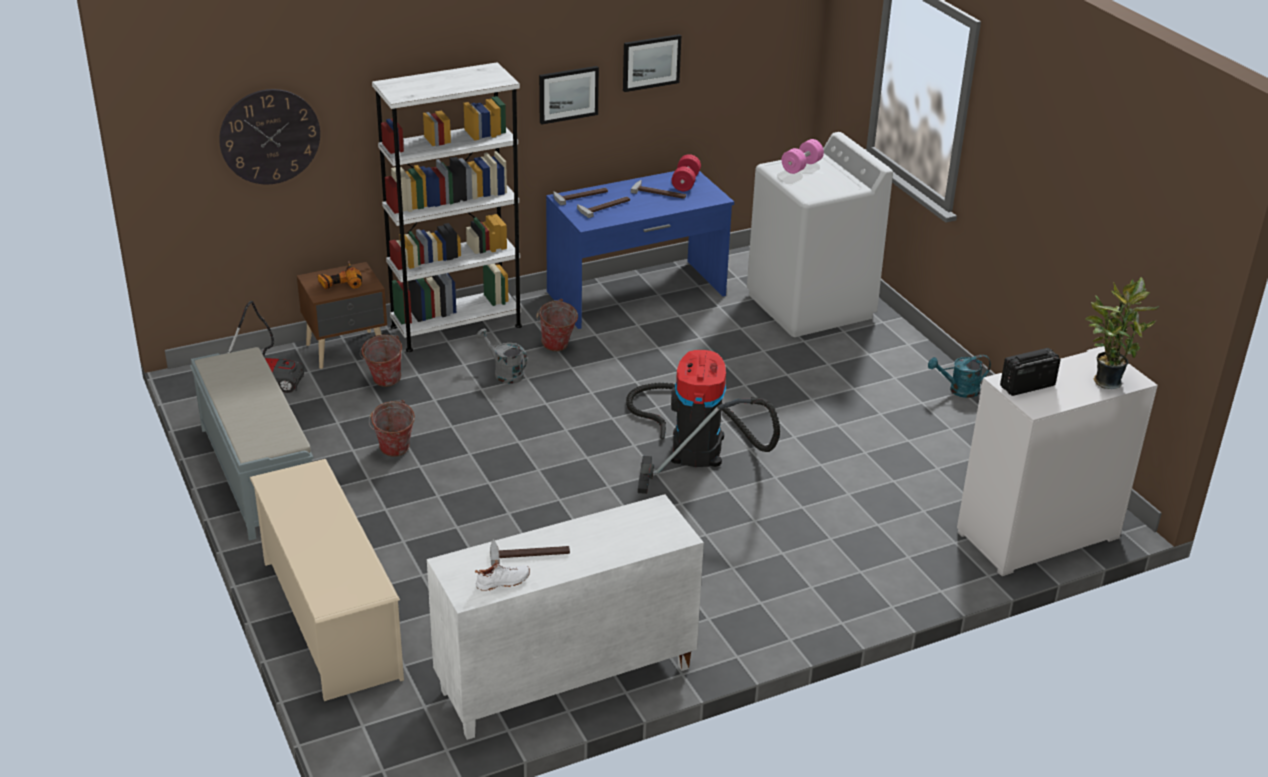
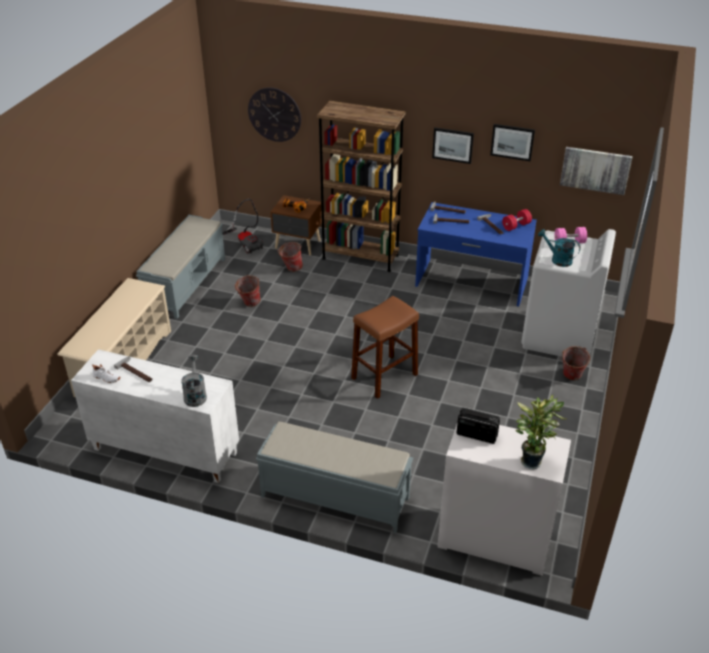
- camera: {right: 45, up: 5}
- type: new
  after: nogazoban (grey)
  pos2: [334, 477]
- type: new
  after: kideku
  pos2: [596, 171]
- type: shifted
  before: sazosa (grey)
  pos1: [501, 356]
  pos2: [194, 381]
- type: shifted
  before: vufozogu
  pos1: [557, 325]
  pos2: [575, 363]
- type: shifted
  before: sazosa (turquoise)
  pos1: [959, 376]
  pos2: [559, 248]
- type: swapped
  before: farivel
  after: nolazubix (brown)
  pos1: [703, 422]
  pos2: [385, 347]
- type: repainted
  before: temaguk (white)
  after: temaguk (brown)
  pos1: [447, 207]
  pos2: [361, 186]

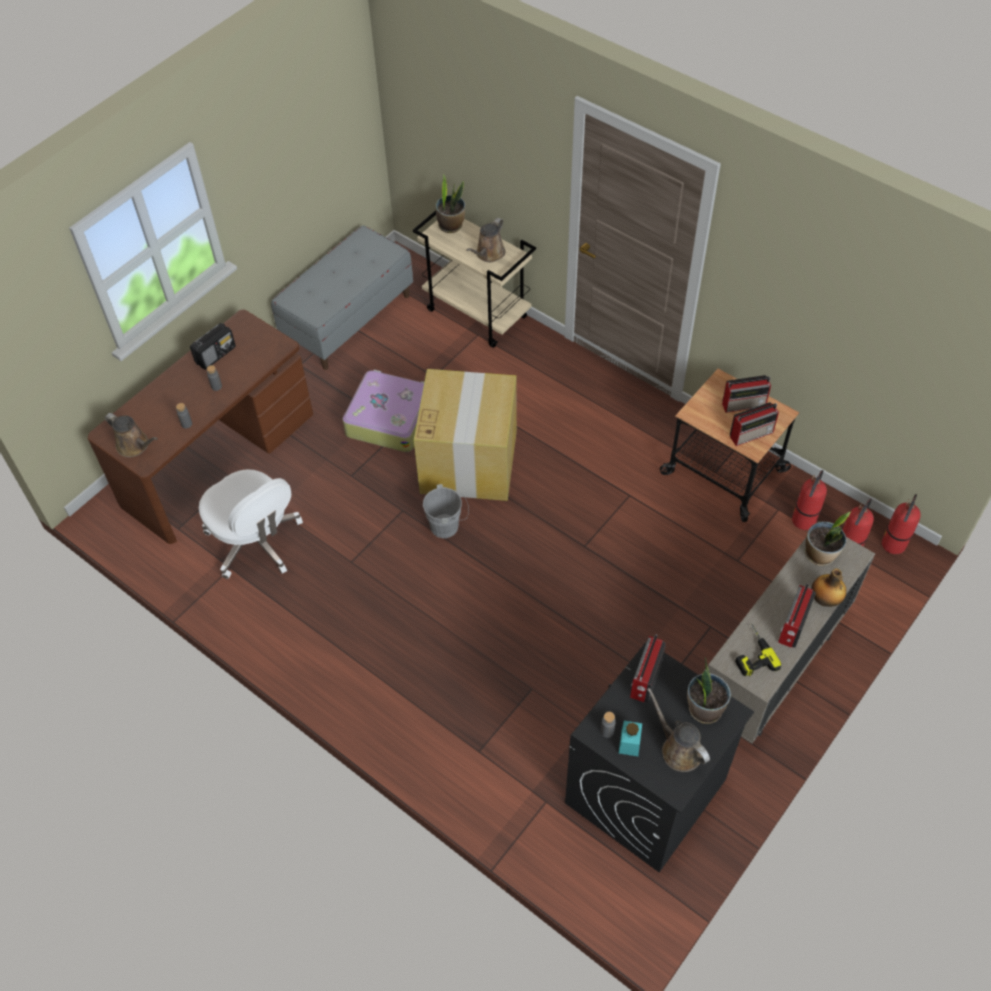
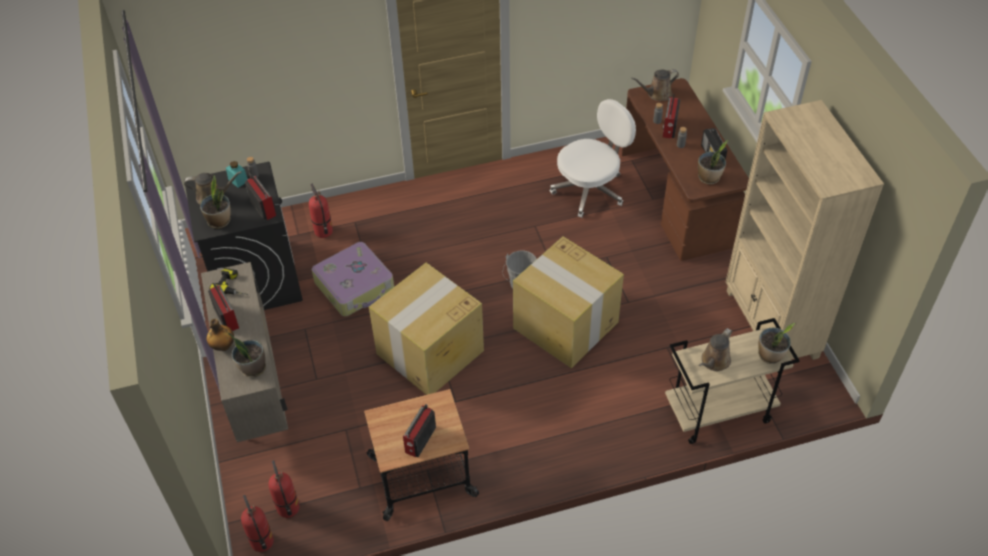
- camera: {right: 125, up: -5}
- type: new
  after: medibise
  pos2: [426, 329]
- type: new
  after: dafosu
  pos2: [713, 162]
- type: shifted
  before: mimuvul
  pos1: [383, 411]
  pos2: [353, 279]
- type: shifted
  before: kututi
  pos1: [754, 424]
  pos2: [671, 116]
- type: shifted
  before: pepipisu
  pos1: [809, 500]
  pos2: [321, 211]
- type: swapped
  before: nogazoban (grey)
  after: temaguk (beige)
  pos1: [342, 297]
  pos2: [805, 230]
- type: rotated
  before: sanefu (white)
  pos1: [251, 524]
  pos2: [593, 158]
  turn: 150
- type: rotated
  before: sazosa (brown)
  pos1: [485, 240]
  pos2: [715, 349]
  turn: -120

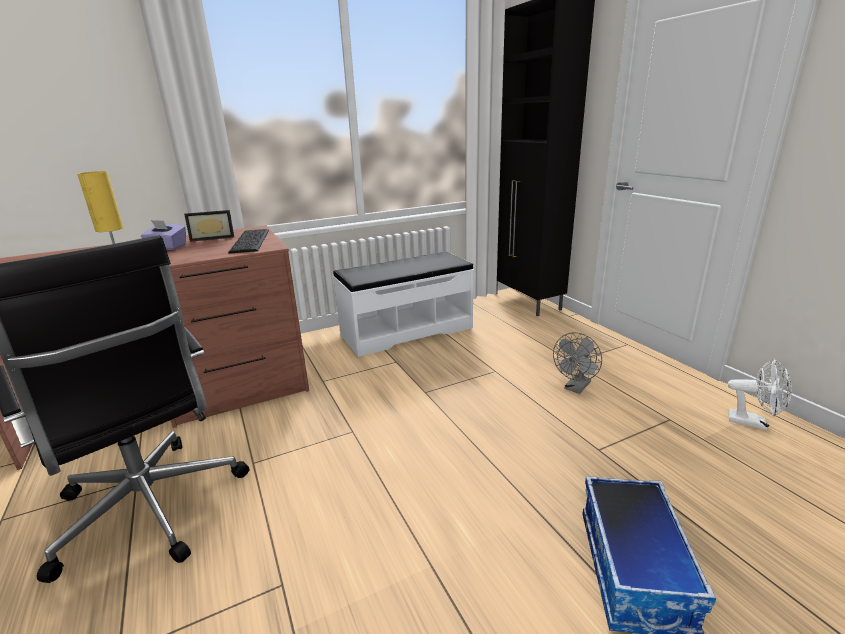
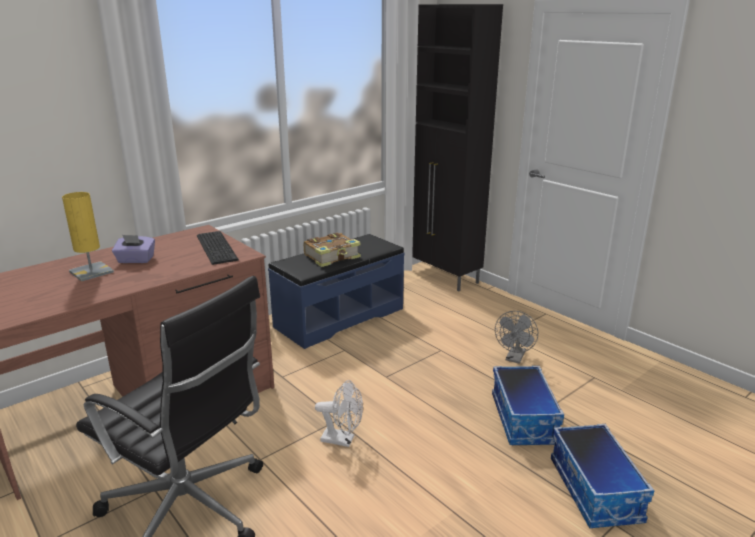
- camera: {right: -15, up: 0}
- type: gone
  before: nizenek
  pos1: [209, 226]
- type: new
  after: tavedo
  pos2: [332, 250]
- type: new
  after: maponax
  pos2: [528, 405]
- type: shifted
  before: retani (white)
  pos1: [760, 394]
  pos2: [339, 413]
- type: repainted
  before: nogazoban (white)
  after: nogazoban (blue)
  pos1: [403, 304]
  pos2: [336, 291]

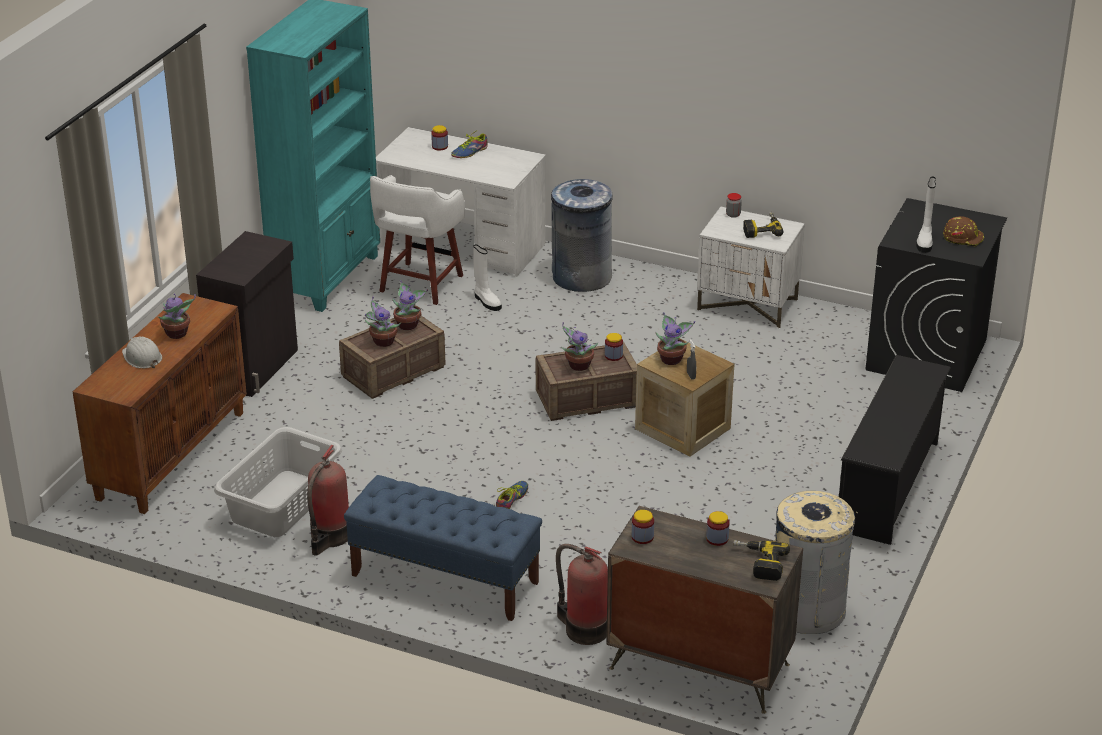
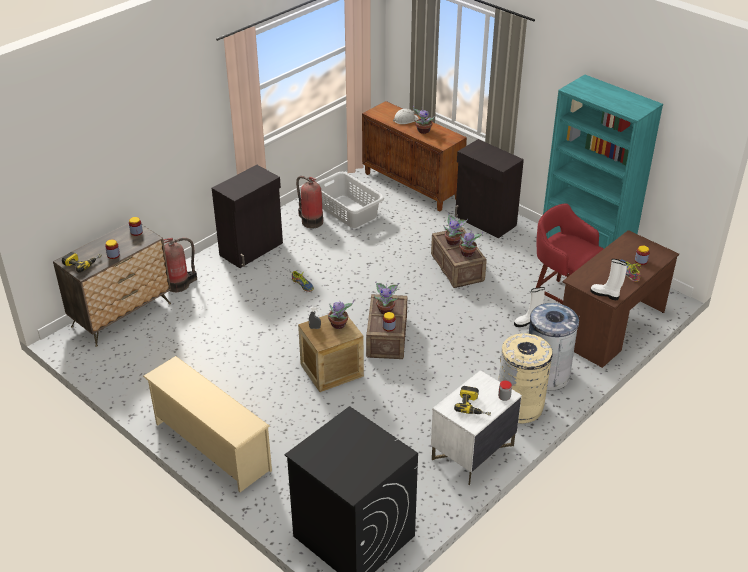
- camera: {right: 110, up: 5}
- type: gone
  before: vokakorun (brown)
  pos1: [963, 231]
- type: shifted
  before: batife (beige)
  pos1: [816, 562]
  pos2: [525, 378]
- type: shifted
  before: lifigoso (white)
  pos1: [926, 214]
  pos2: [608, 279]
- type: swapped
  before: nogazoban (blue)
  after: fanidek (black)
  pos1: [443, 548]
  pos2: [247, 216]
- type: repainted
  before: nolazubix (white)
  after: nolazubix (red)
  pos1: [417, 240]
  pos2: [570, 253]
- type: repainted
  before: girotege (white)
  after: girotege (brown)
  pos1: [461, 202]
  pos2: [620, 299]
- type: repainted
  before: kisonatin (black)
  after: kisonatin (beige)
  pos1: [895, 450]
  pos2: [207, 424]

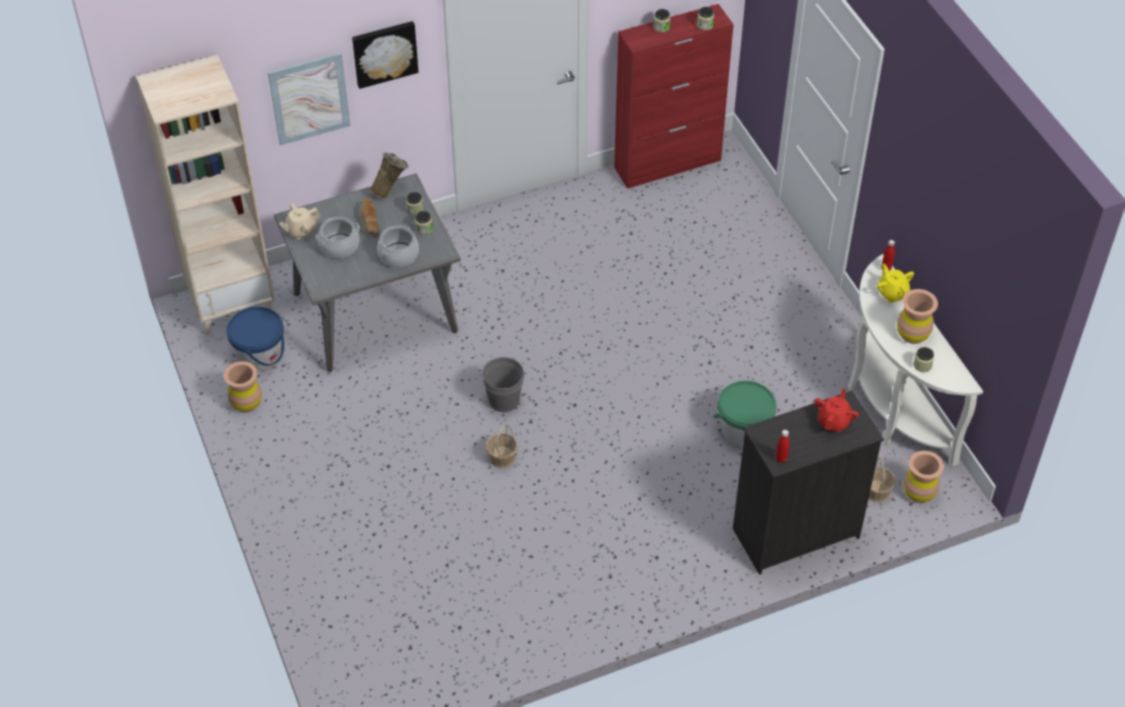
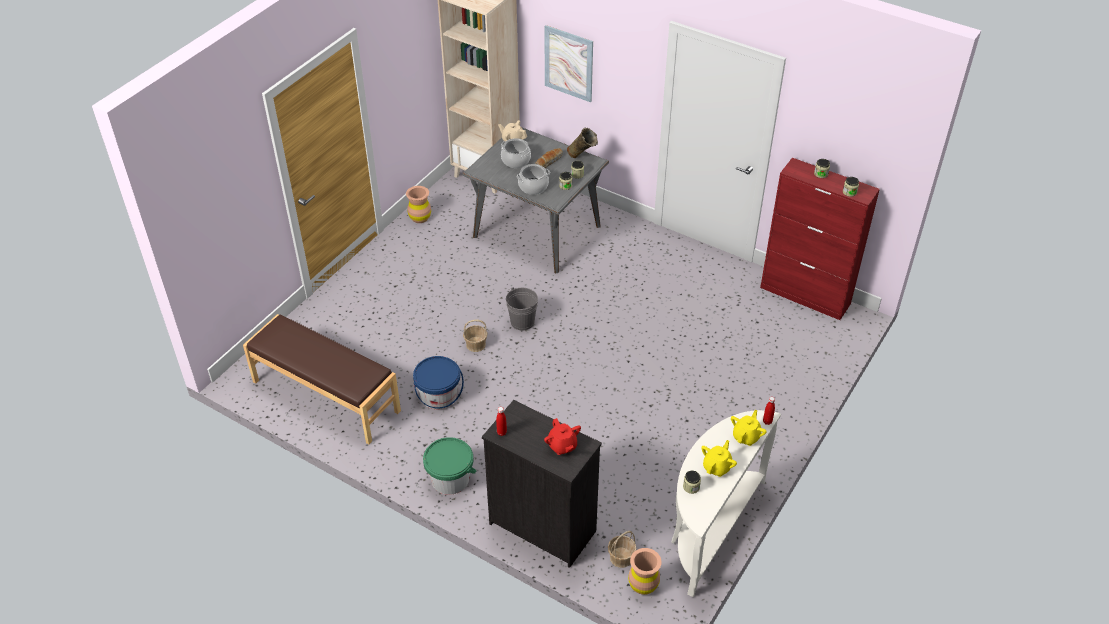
- camera: {right: 55, up: -5}
- type: gone
  before: kideku
  pos1: [385, 55]
- type: new
  after: nogazoban (brown)
  pos2: [322, 379]
- type: shifted
  before: vufozogu (blue)
  pos1: [255, 338]
  pos2: [438, 383]
- type: shifted
  before: vufozogu (green)
  pos1: [745, 414]
  pos2: [449, 466]
- type: swapped
  before: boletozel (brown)
  after: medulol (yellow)
  pos1: [917, 316]
  pos2: [719, 458]
- type: rotated
  before: medulol (red)
  pos1: [837, 410]
  pos2: [562, 436]
  turn: 75

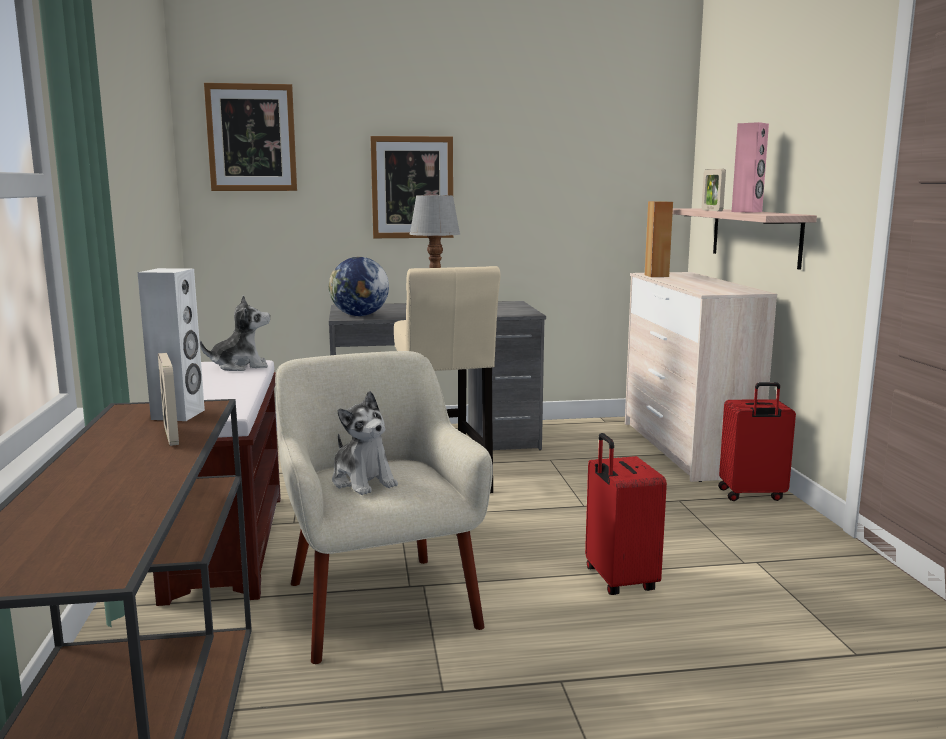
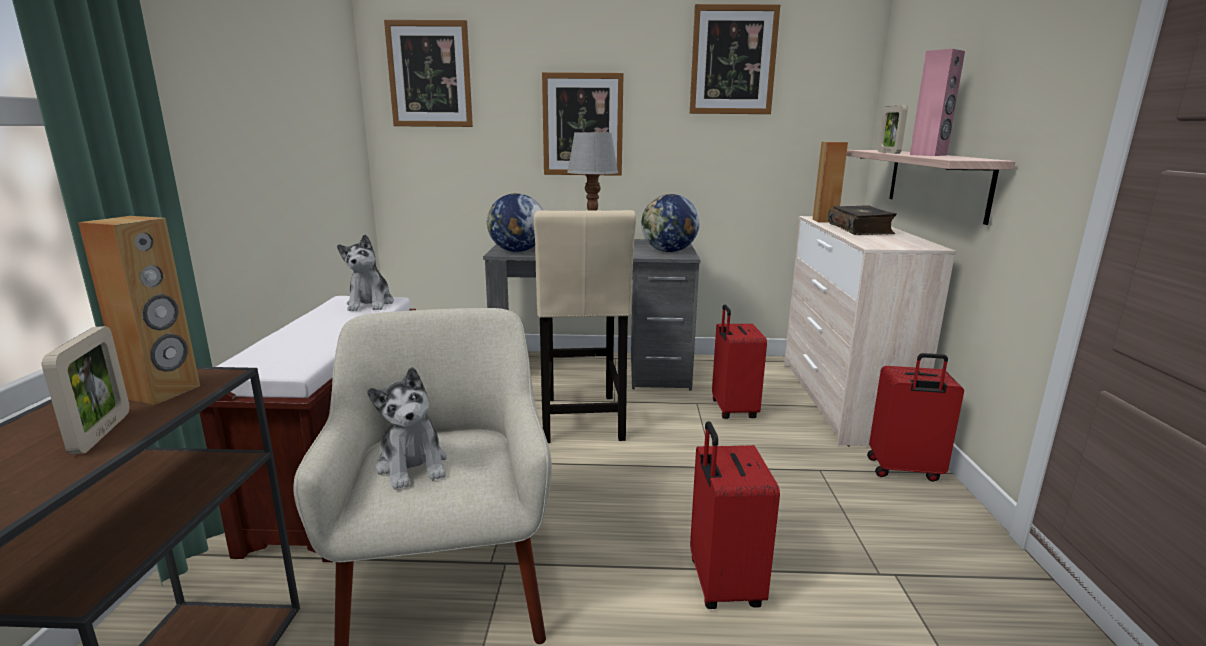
- camera: {right: 10, up: 5}
- type: new
  after: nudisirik
  pos2: [670, 223]
- type: new
  after: kideku
  pos2: [735, 59]
- type: new
  after: mimuvul (red)
  pos2: [739, 362]
- type: new
  after: tavedo
  pos2: [862, 220]
- type: repainted
  before: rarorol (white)
  after: rarorol (brown)
  pos1: [171, 344]
  pos2: [139, 310]
- type: rotated
  before: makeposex
  pos1: [235, 333]
  pos2: [365, 272]
  turn: 90

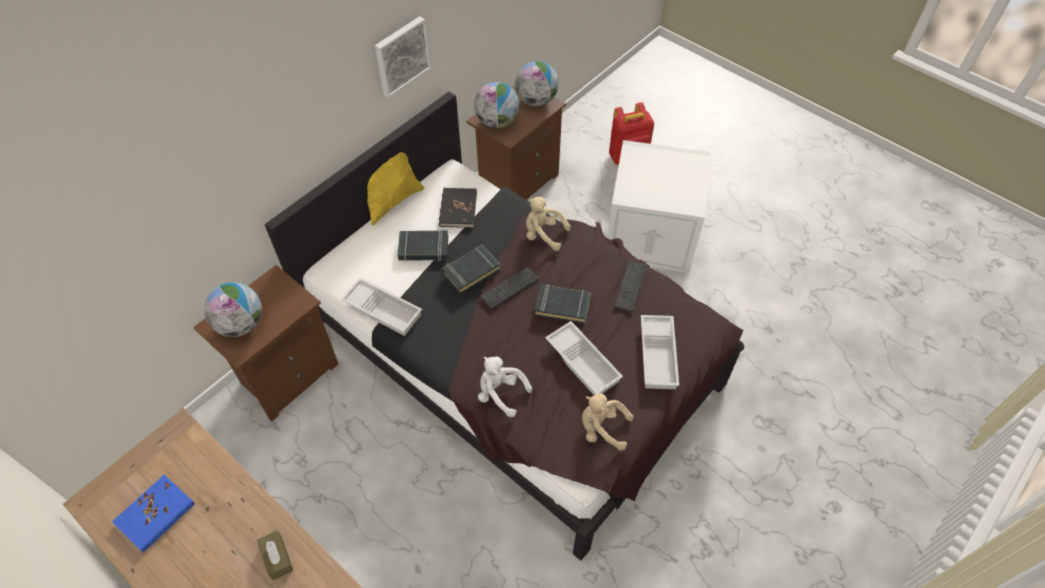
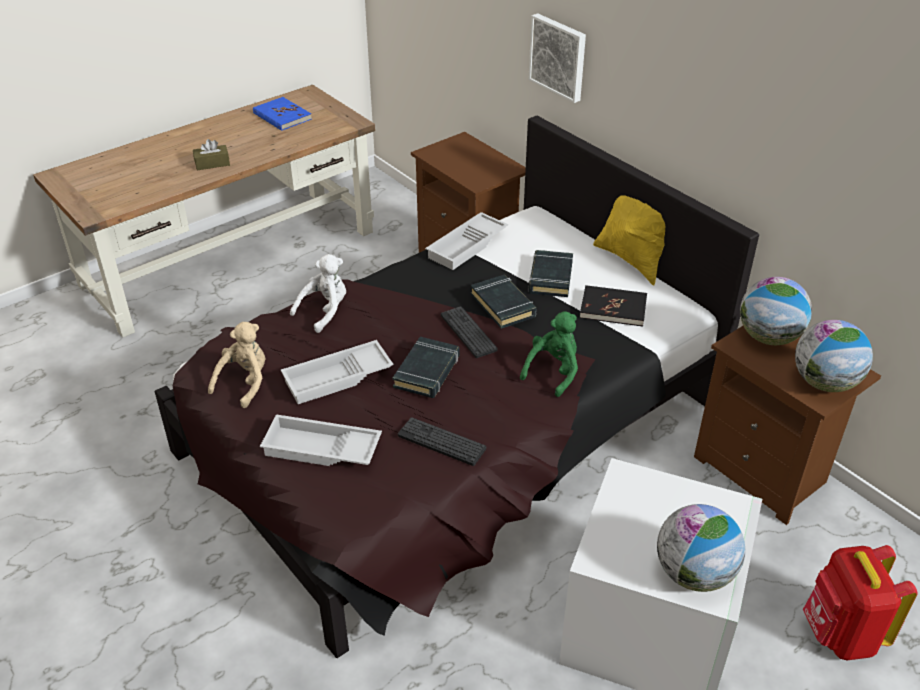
- camera: {right: 100, up: -15}
- type: shifted
  before: nudisirik
  pos1: [233, 309]
  pos2: [701, 548]
- type: shifted
  before: kideku
  pos1: [403, 57]
  pos2: [557, 58]
- type: repainted
  before: makeposex (beige)
  after: makeposex (green)
  pos1: [548, 224]
  pos2: [549, 354]

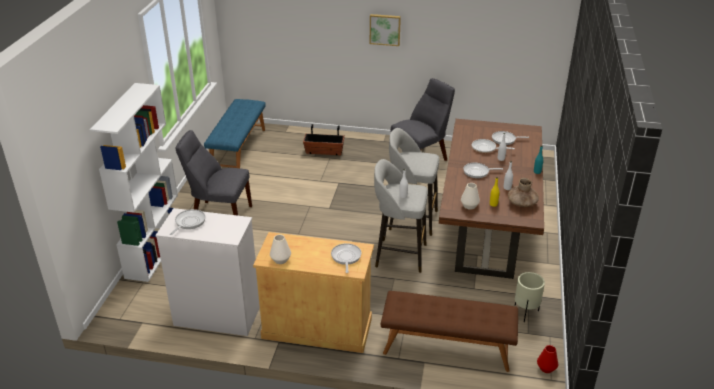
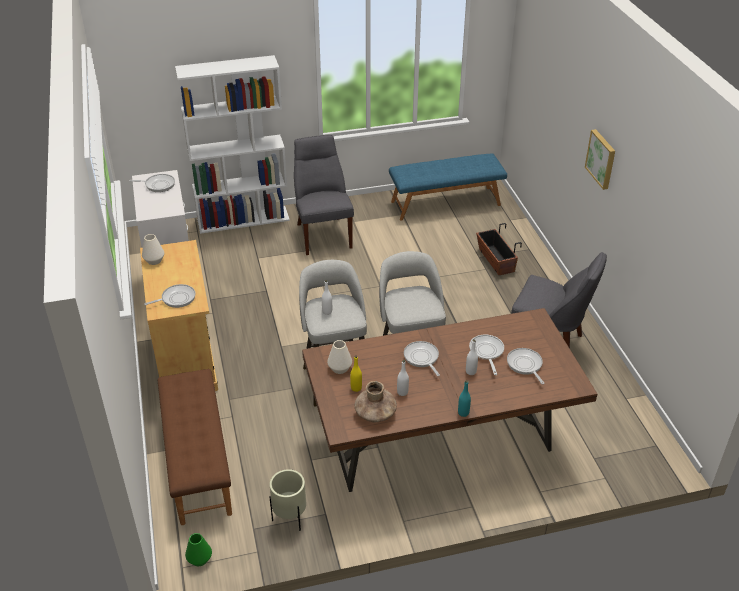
- camera: {right: 65, up: 5}
- type: repainted
  before: boletozel (red)
  after: boletozel (green)
  pos1: [547, 359]
  pos2: [198, 549]

